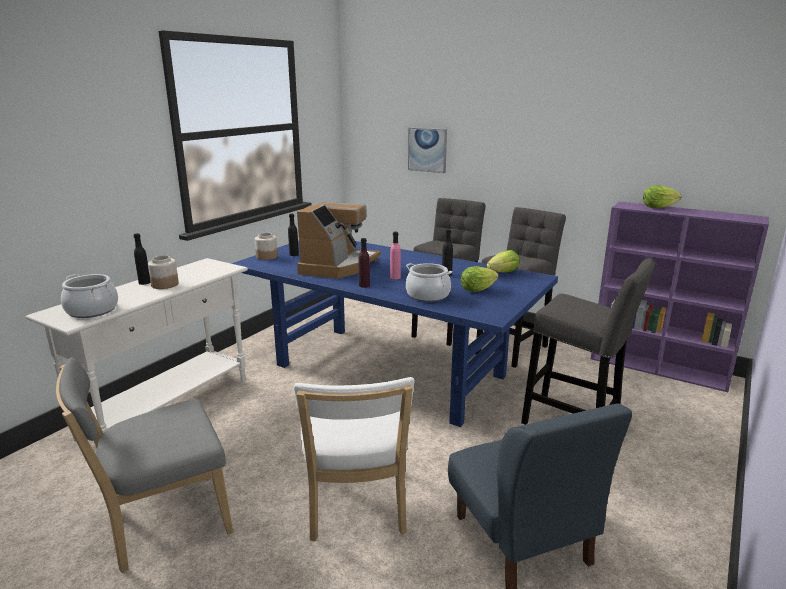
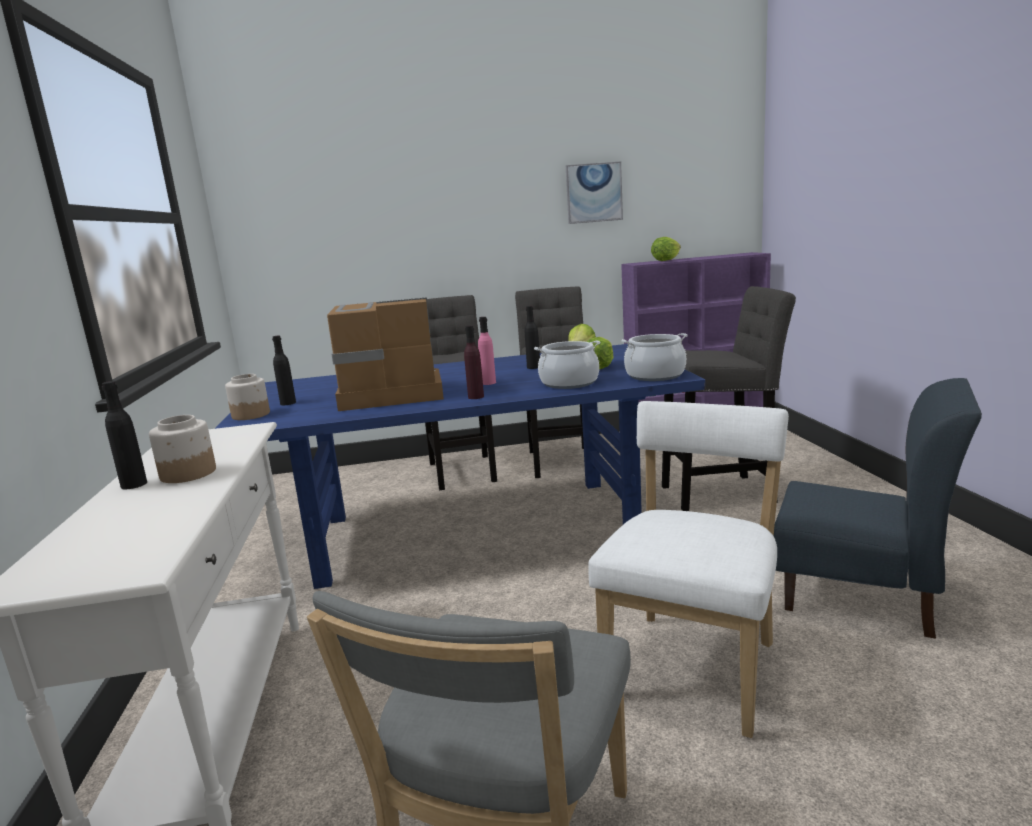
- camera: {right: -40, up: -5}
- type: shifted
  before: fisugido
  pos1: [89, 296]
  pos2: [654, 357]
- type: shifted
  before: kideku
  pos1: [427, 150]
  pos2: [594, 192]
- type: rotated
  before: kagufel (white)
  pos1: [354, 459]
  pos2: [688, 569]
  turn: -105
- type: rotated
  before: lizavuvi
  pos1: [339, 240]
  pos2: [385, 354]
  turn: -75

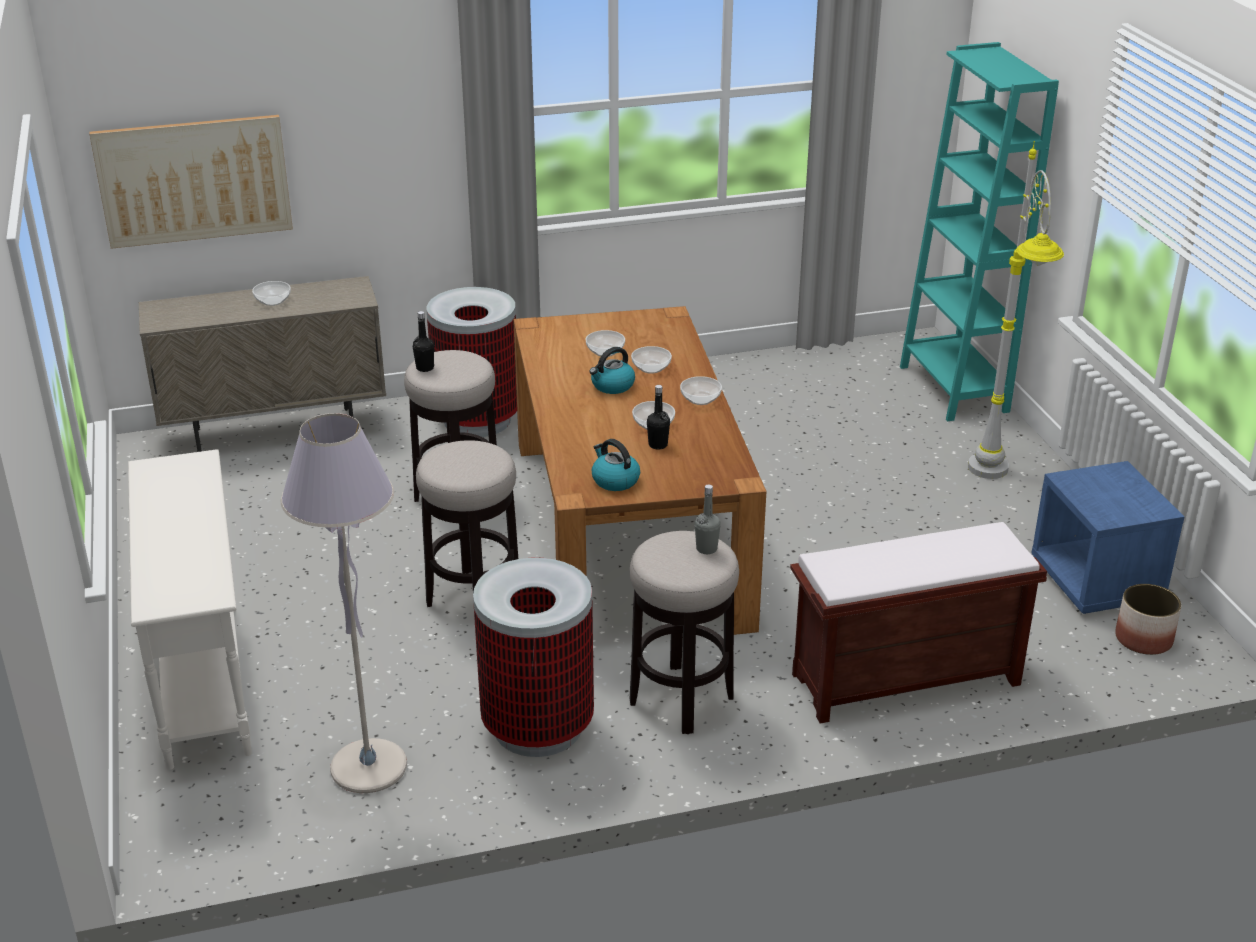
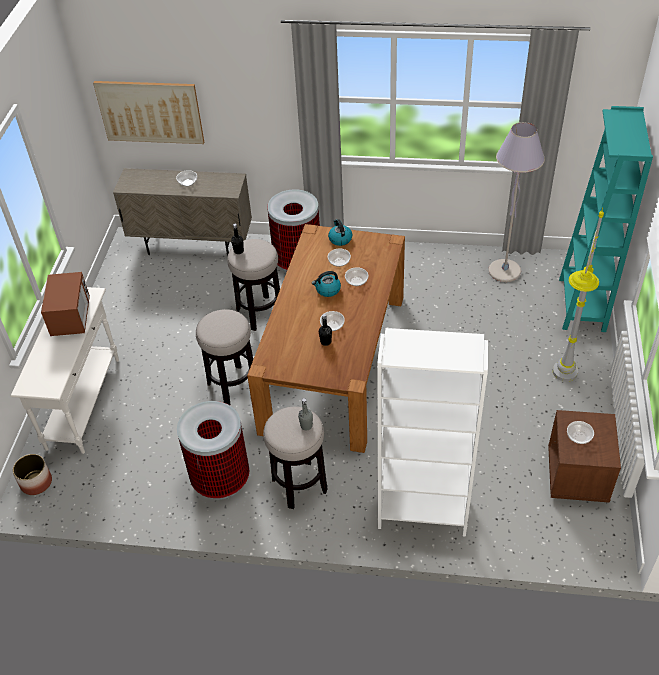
- camera: {right: 25, up: 15}
- type: new
  after: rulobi
  pos2: [65, 304]
- type: shifted
  before: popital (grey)
  pos1: [344, 603]
  pos2: [517, 202]
- type: shifted
  before: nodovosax
  pos1: [616, 465]
  pos2: [340, 232]
- type: shifted
  before: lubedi
  pos1: [701, 390]
  pos2: [580, 432]
- type: shifted
  before: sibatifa
  pos1: [1148, 619]
  pos2: [32, 474]
- type: swapped
  before: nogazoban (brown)
  after: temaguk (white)
  pos1: [918, 622]
  pos2: [432, 432]
- type: repainted
  before: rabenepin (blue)
  after: rabenepin (brown)
  pos1: [1107, 537]
  pos2: [584, 456]

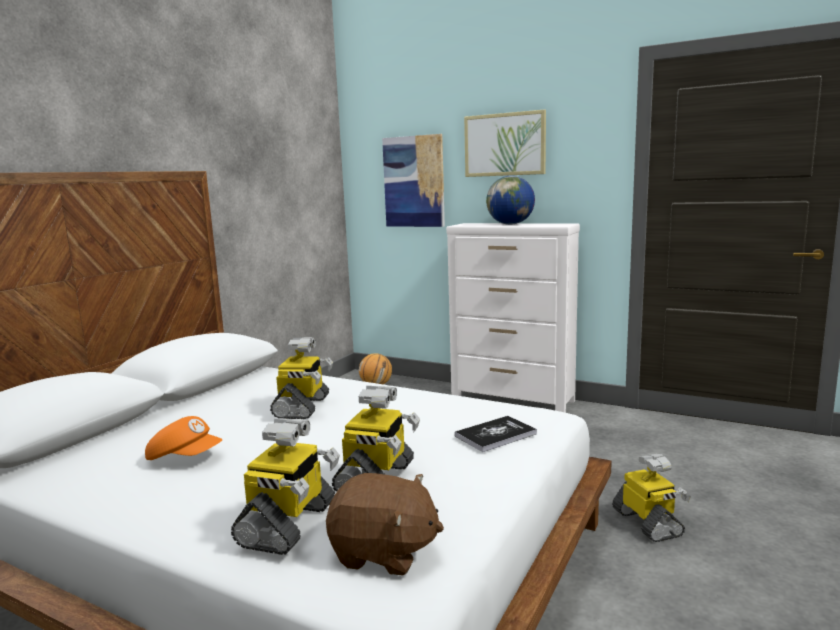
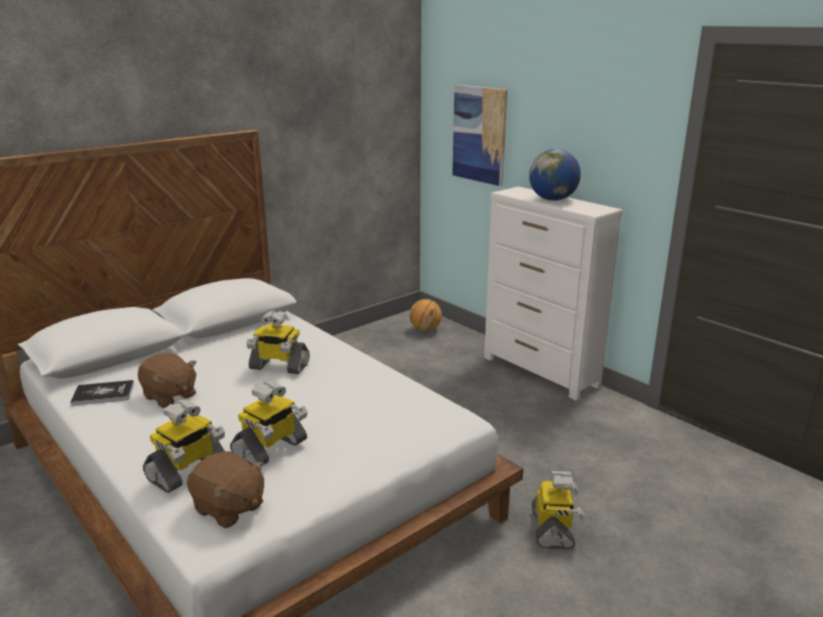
- camera: {right: 20, up: 10}
- type: gone
  before: kideku
  pos1: [505, 143]
- type: shifted
  before: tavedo
  pos1: [496, 434]
  pos2: [102, 393]
- type: swapped
  before: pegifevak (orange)
  after: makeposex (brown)
  pos1: [184, 438]
  pos2: [167, 380]
- type: rotated
  before: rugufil
  pos1: [301, 378]
  pos2: [278, 342]
  turn: 75

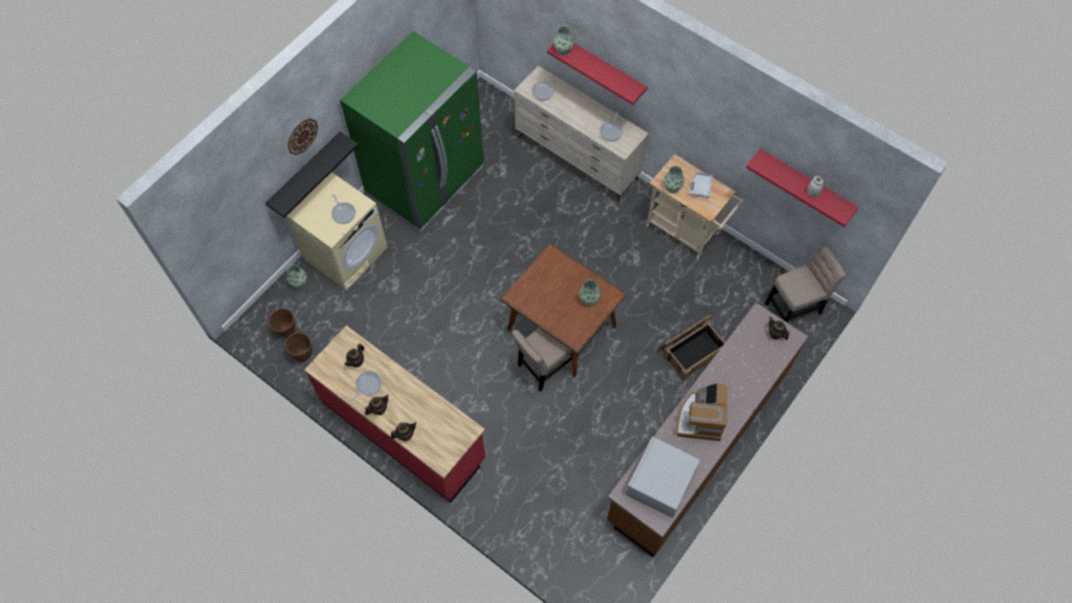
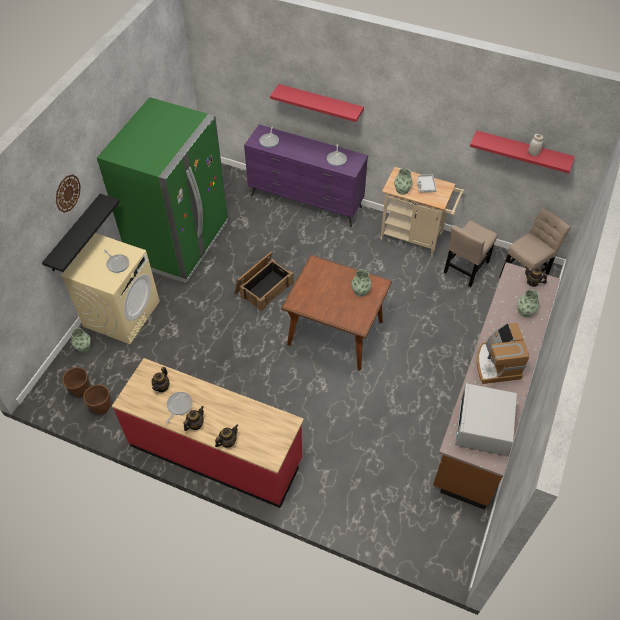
- camera: {right: -15, up: -10}
- type: shifted
  before: kagufel (beige)
  pos1: [542, 360]
  pos2: [470, 253]
- type: shifted
  before: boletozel
  pos1: [563, 40]
  pos2: [528, 303]
- type: shifted
  before: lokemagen
  pos1: [691, 348]
  pos2: [264, 281]
- type: repainted
  before: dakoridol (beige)
  after: dakoridol (purple)
  pos1: [581, 134]
  pos2: [306, 176]

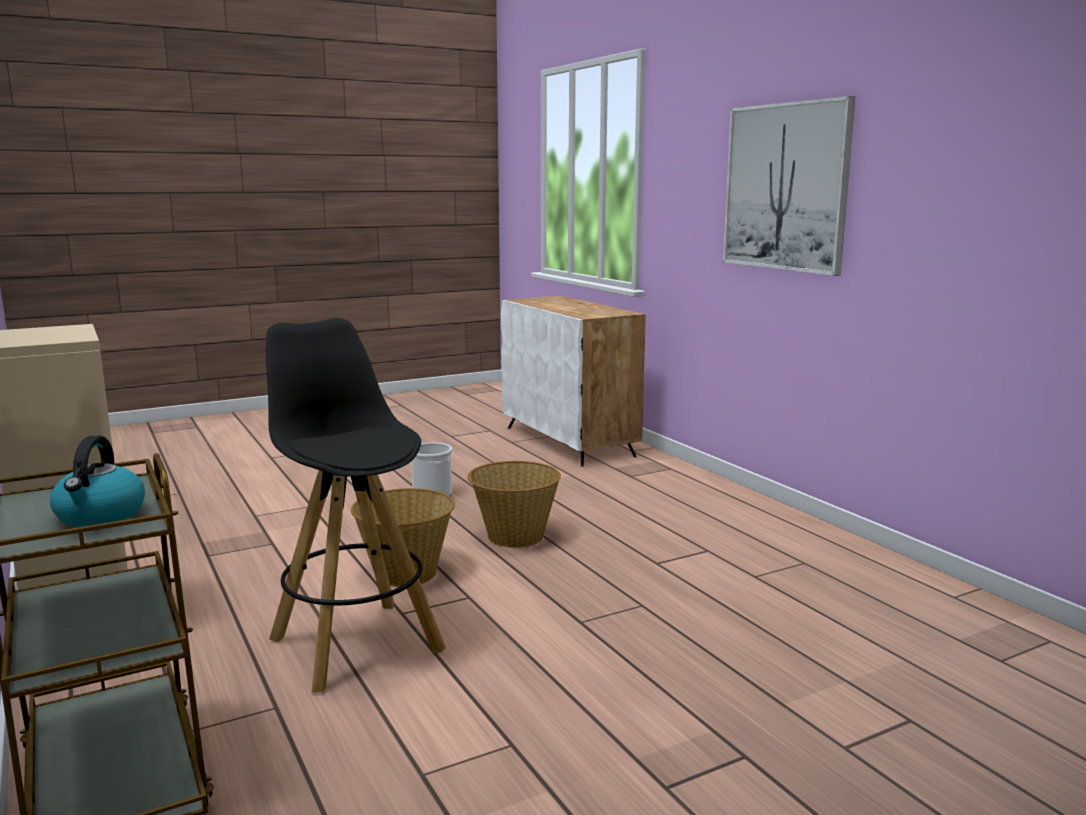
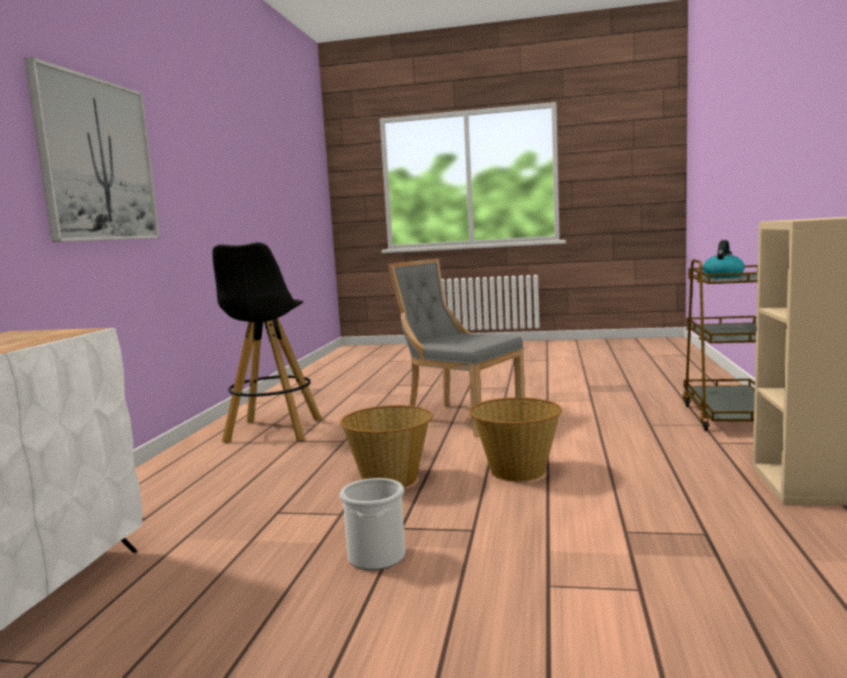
- camera: {right: -140, up: -5}
- type: new
  after: kagufel (grey)
  pos2: [456, 348]
- type: shifted
  before: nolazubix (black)
  pos1: [356, 505]
  pos2: [267, 342]

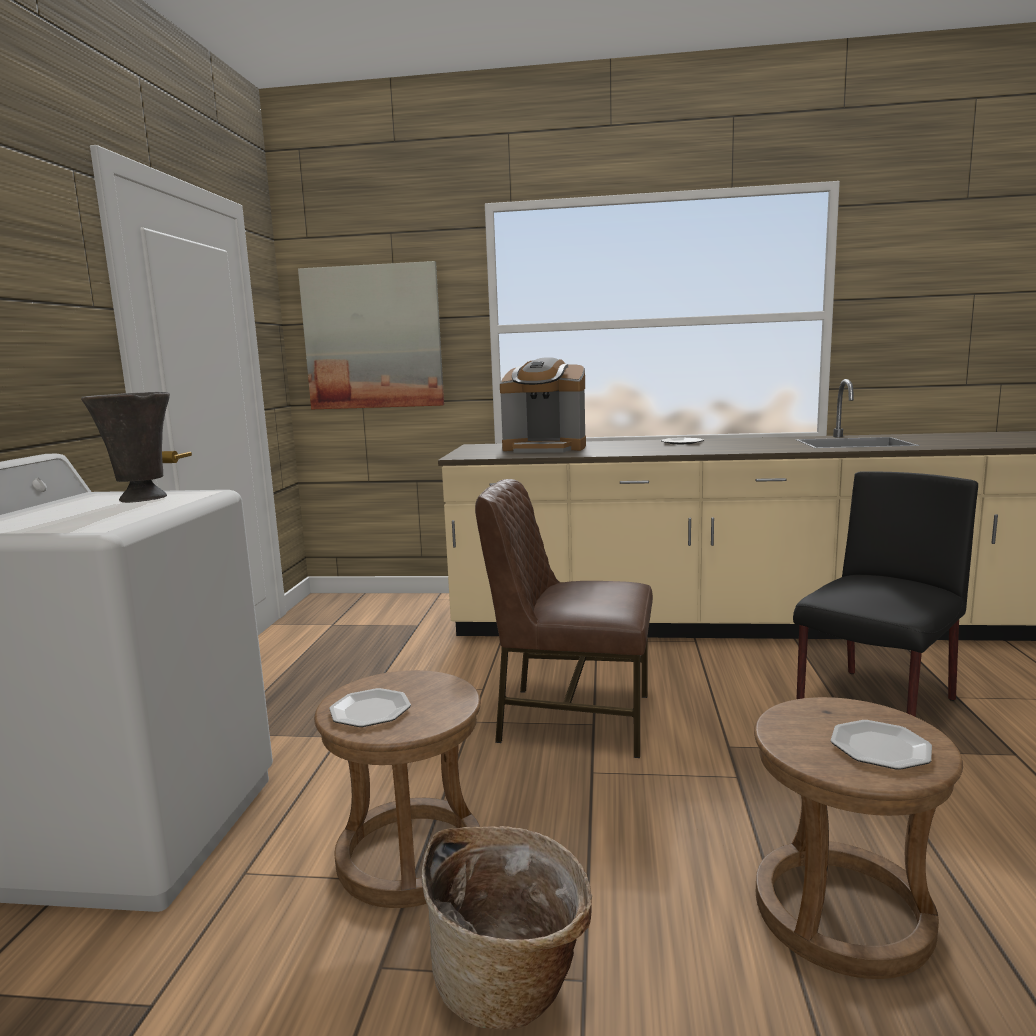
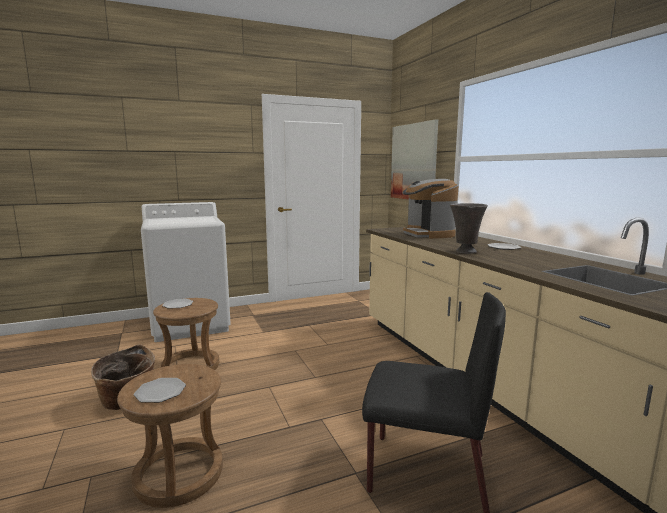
- camera: {right: 60, up: 0}
- type: gone
  before: kagufel (brown)
  pos1: [564, 618]
- type: shifted
  before: boletozel (grey)
  pos1: [125, 447]
  pos2: [469, 228]

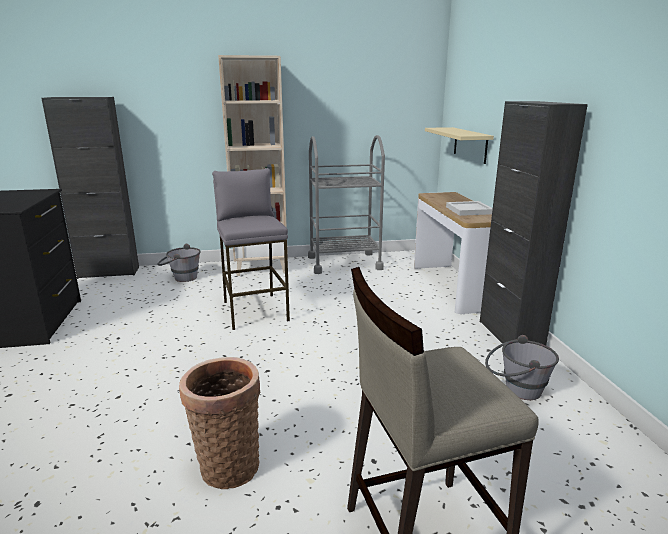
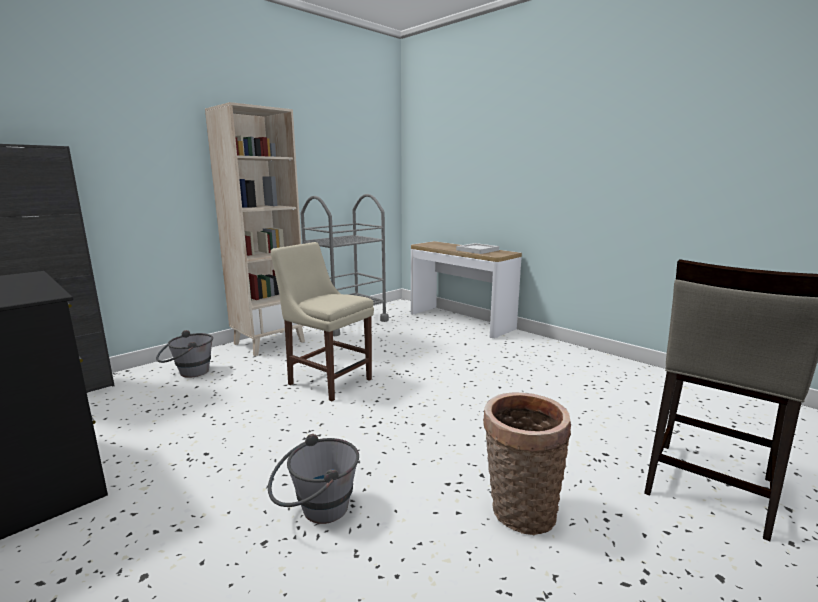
- camera: {right: -35, up: -5}
- type: gone
  before: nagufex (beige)
  pos1: [459, 145]
- type: gone
  before: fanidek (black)
  pos1: [534, 223]
- type: shifted
  before: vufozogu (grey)
  pos1: [522, 367]
  pos2: [313, 479]
- type: swapped
  before: nolazubix (grey)
  after: kagufel (beige)
  pos1: [251, 249]
  pos2: [322, 321]

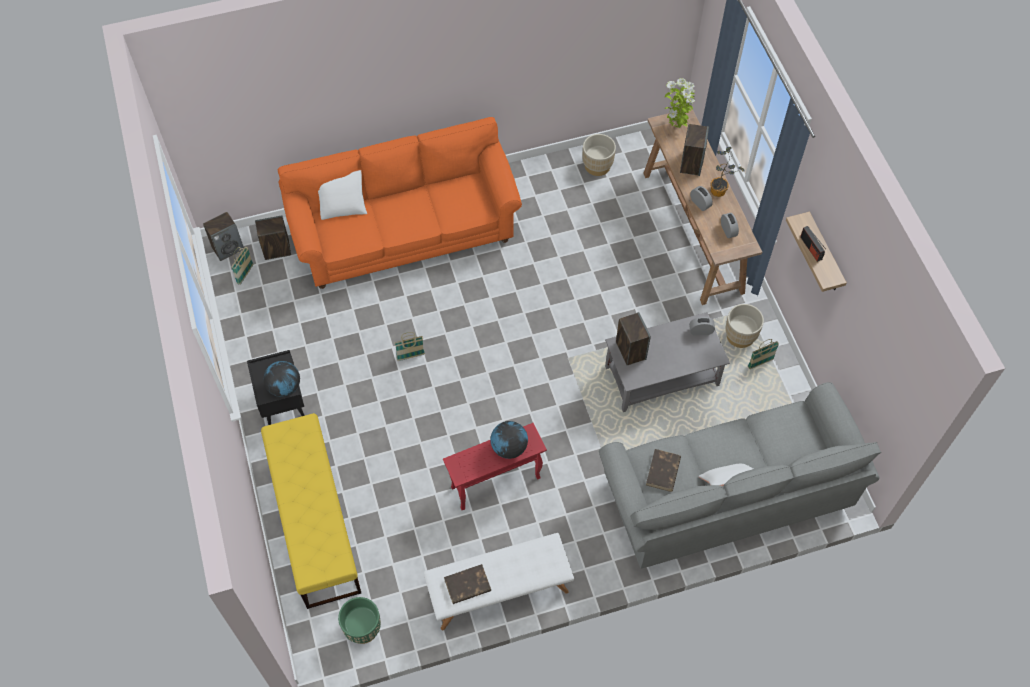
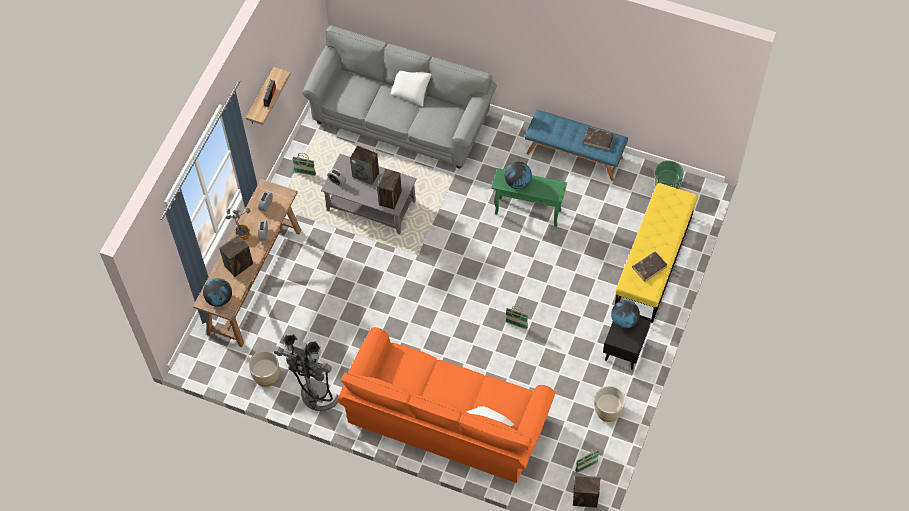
- camera: {right: -140, up: 0}
- type: new
  after: popital (grey)
  pos2: [306, 372]
- type: shifted
  before: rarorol
  pos1: [273, 238]
  pos2: [364, 165]
- type: shifted
  before: tavedo (brown)
  pos1: [663, 470]
  pos2: [649, 267]
- type: shifted
  before: sibatifa (beige)
  pos1: [744, 326]
  pos2: [609, 404]
- type: swapped
  before: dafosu
  after: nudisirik
  pos1: [680, 103]
  pos2: [217, 292]
- type: repainted
  before: nogazoban (white)
  after: nogazoban (blue)
  pos1: [499, 581]
  pos2: [576, 145]
- type: repainted
  before: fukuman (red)
  after: fukuman (green)
  pos1: [495, 466]
  pos2: [529, 197]

